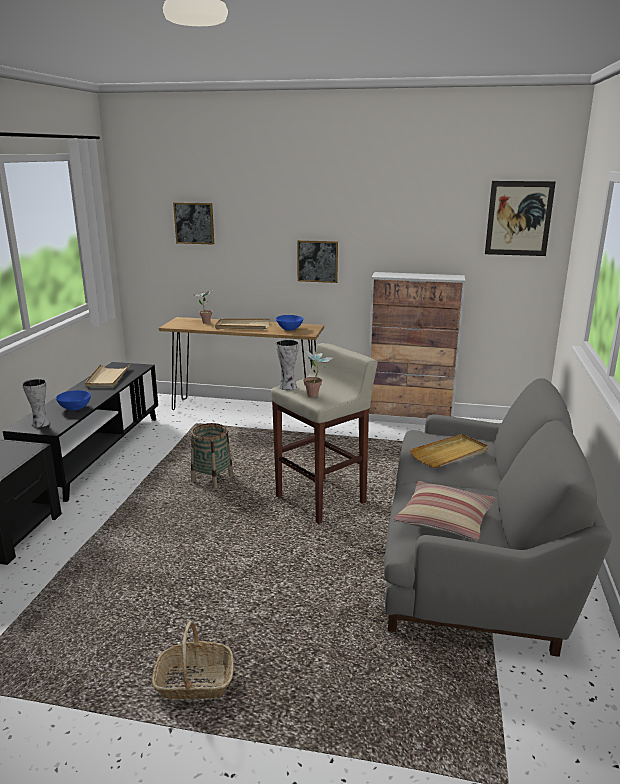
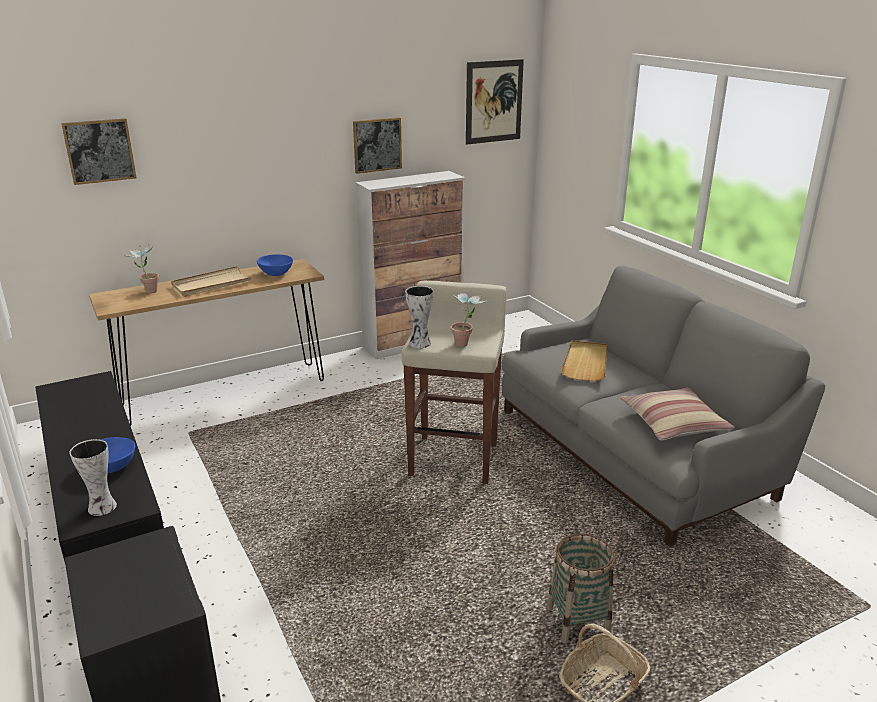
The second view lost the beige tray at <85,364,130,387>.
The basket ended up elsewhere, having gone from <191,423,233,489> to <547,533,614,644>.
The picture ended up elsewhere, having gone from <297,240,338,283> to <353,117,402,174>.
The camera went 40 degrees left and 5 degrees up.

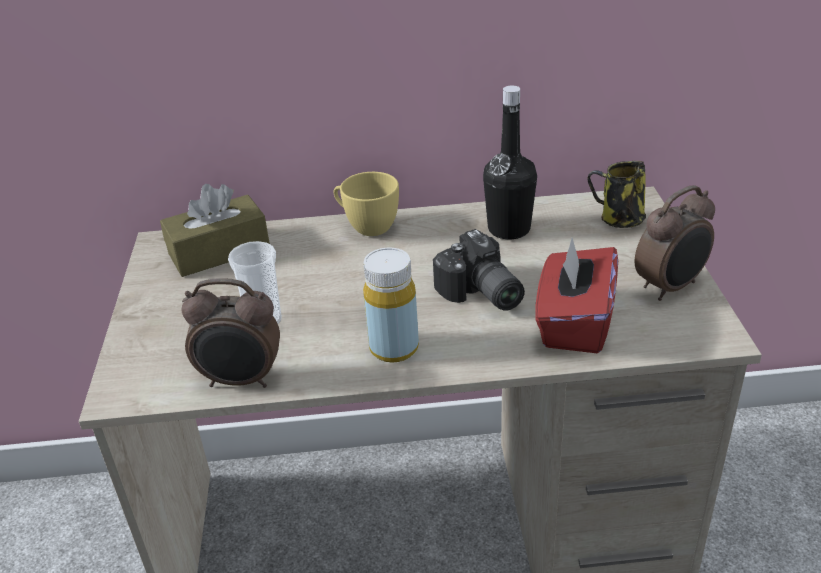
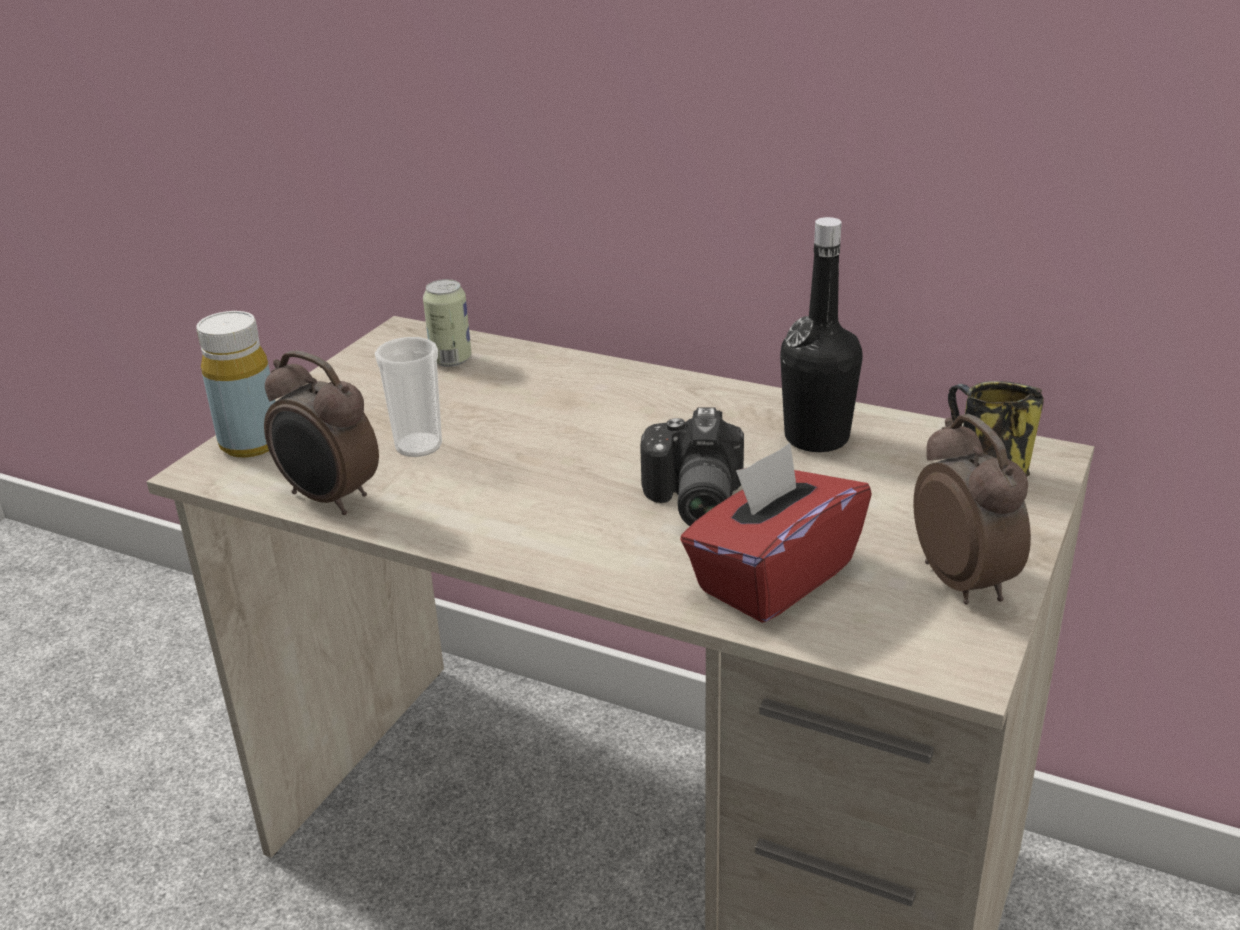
Where the brown tissue box stood at <160,184,270,277>, the can came to stand at <423,279,471,367>.
The second view lost the yellow cup at <333,172,399,236>.
The yellow bottle ended up elsewhere, having gone from <363,248,419,363> to <196,311,276,458>.
The alarm clock at <635,185,715,301> ended up facing another way, 105 degrees counterclockwise from before.
The camera went 30 degrees right and 5 degrees down.

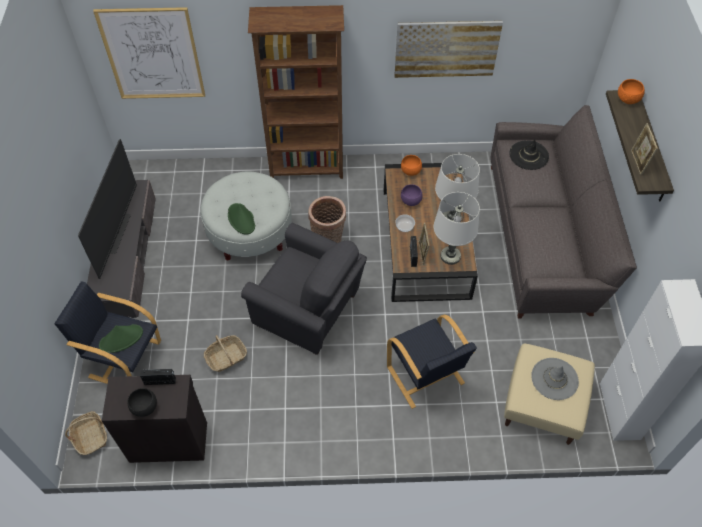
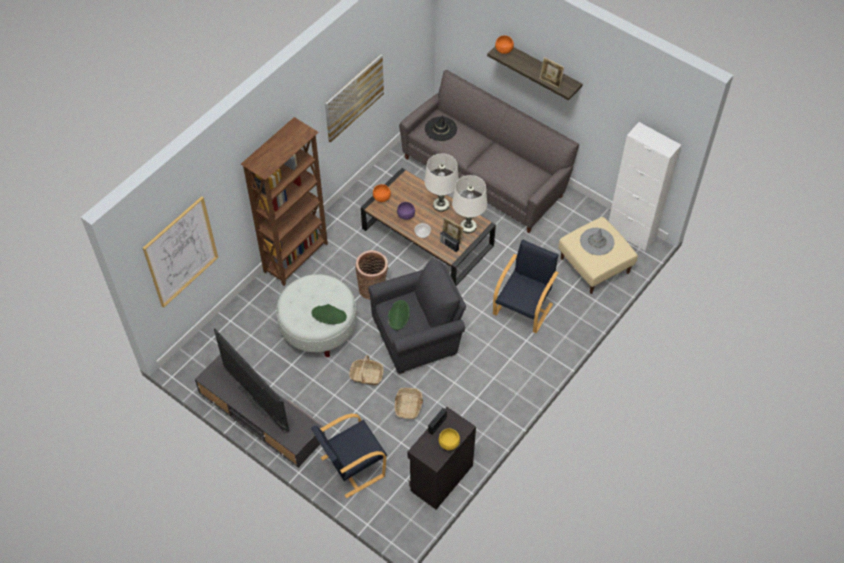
The basket ended up elsewhere, having gone from <65,411,107,455> to <349,355,384,385>.
The green hat ended up elsewhere, having gone from <99,324,143,353> to <388,300,410,330>.
What was the black bowl at <127,388,157,417> turned into the yellow bowl at <439,428,460,450>.
The black armchair at <387,314,477,409> ended up facing another way, 75 degrees counterclockwise from before.
The camera went 50 degrees left and 0 degrees up.

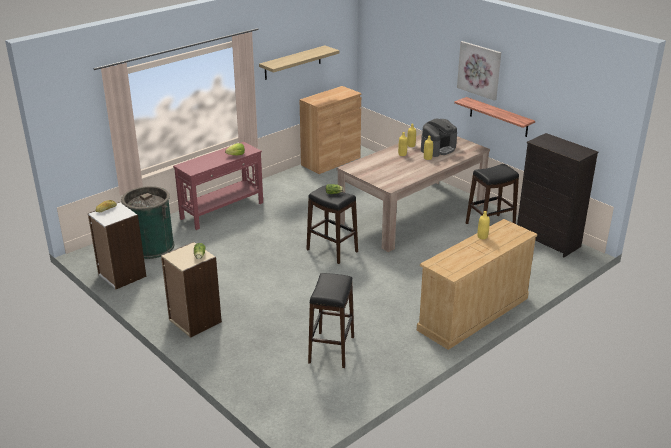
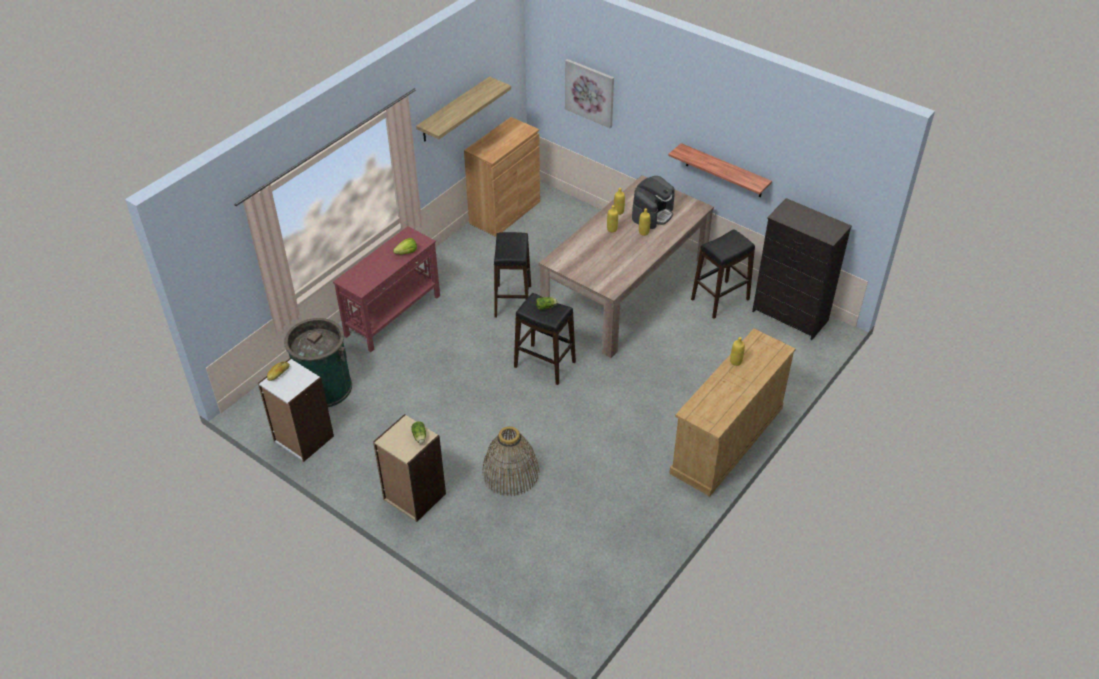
The black stool ended up elsewhere, having gone from <308,273,354,368> to <494,232,531,318>.
The picture ended up elsewhere, having gone from <457,41,501,101> to <565,59,614,128>.
The second view gained the basket at <482,426,539,496>.
The camera went 10 degrees left and 15 degrees up.

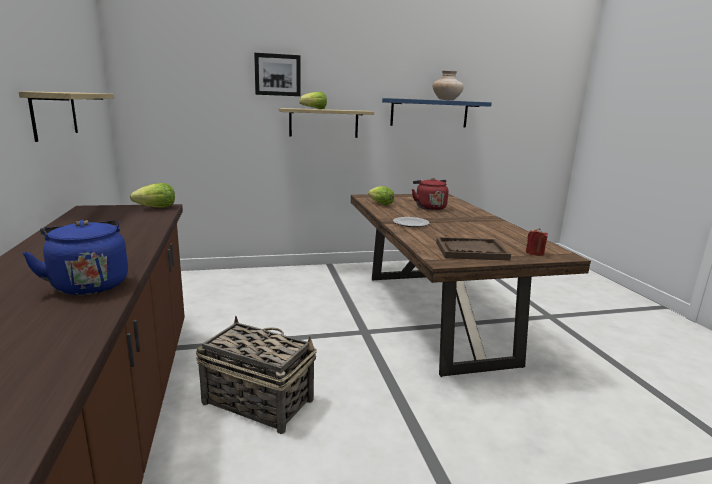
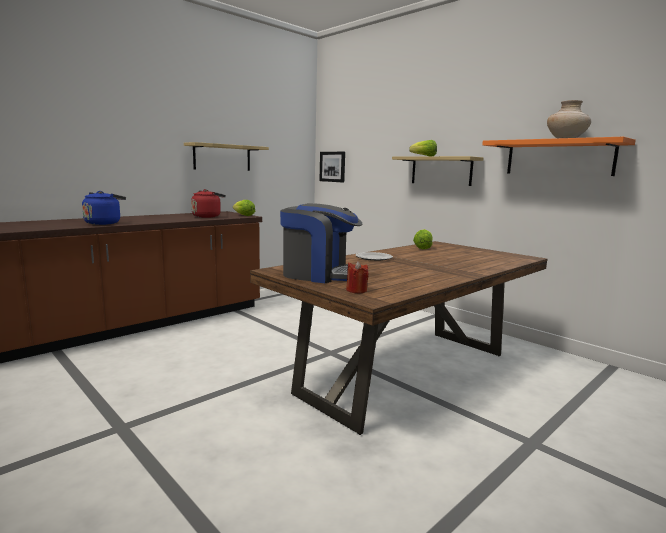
The second view lost the basket at <196,316,317,434>.
The picture ended up elsewhere, having gone from <254,53,301,96> to <320,152,345,182>.
What was the blue shelf at <382,98,492,128> turned into the orange shelf at <482,137,636,176>.
The red kettle ended up elsewhere, having gone from <412,178,448,210> to <191,189,226,218>.
Where the brown tray stood at <436,237,511,261>, the coffee machine came to stand at <280,203,362,283>.
The camera went 60 degrees right and 5 degrees down.

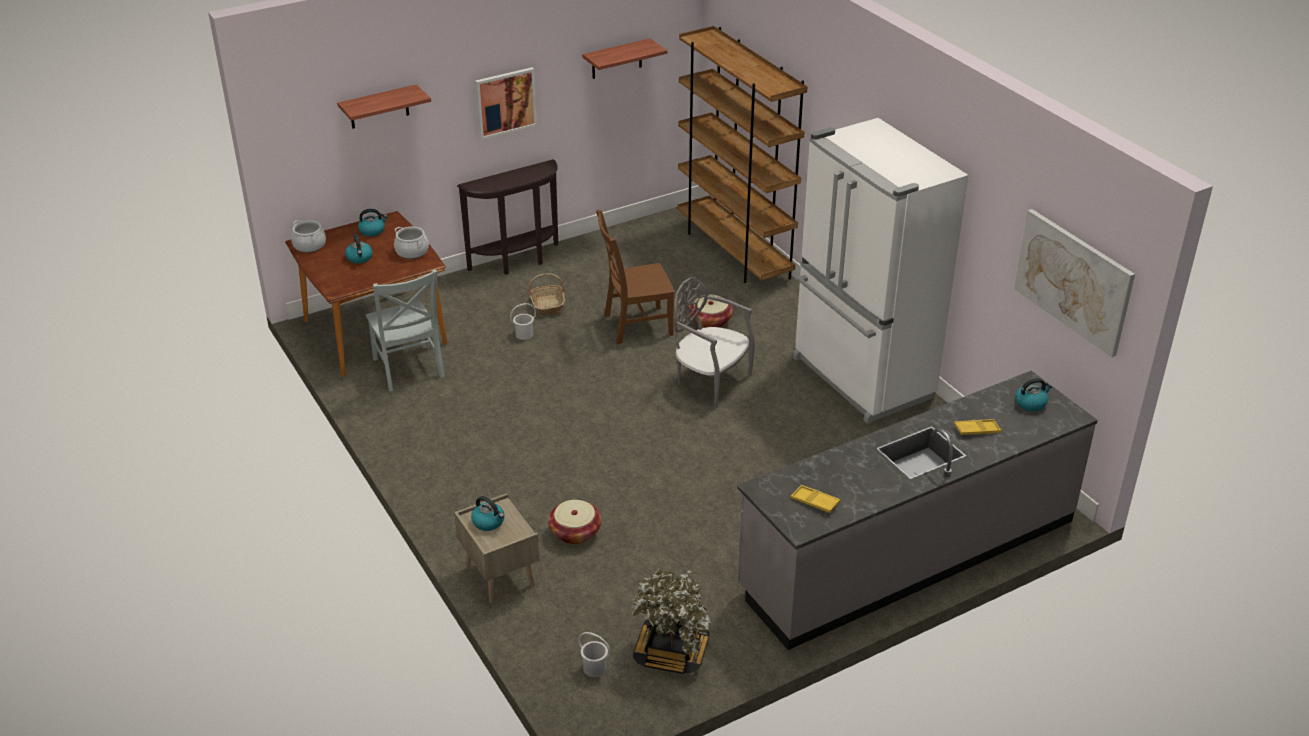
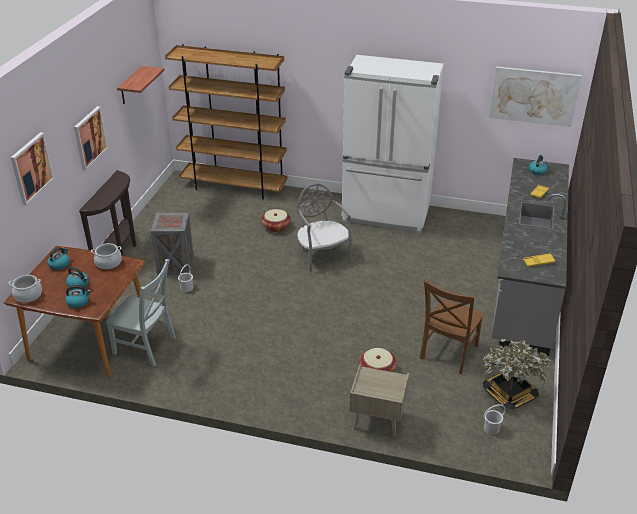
Where the shelf hung at <337,84,431,129>, the picture came to hang at <11,132,54,205>.
The kettle ended up elsewhere, having gone from <471,496,504,531> to <65,285,91,308>.
Where the basket stood at <528,273,565,315>, the crate came to stand at <151,213,194,275>.
The brown chair ended up elsewhere, having gone from <596,210,675,344> to <420,279,484,374>.
The grey chair at <675,278,755,408> ended up facing another way, 75 degrees clockwise from before.
The camera went 45 degrees left and 0 degrees up.

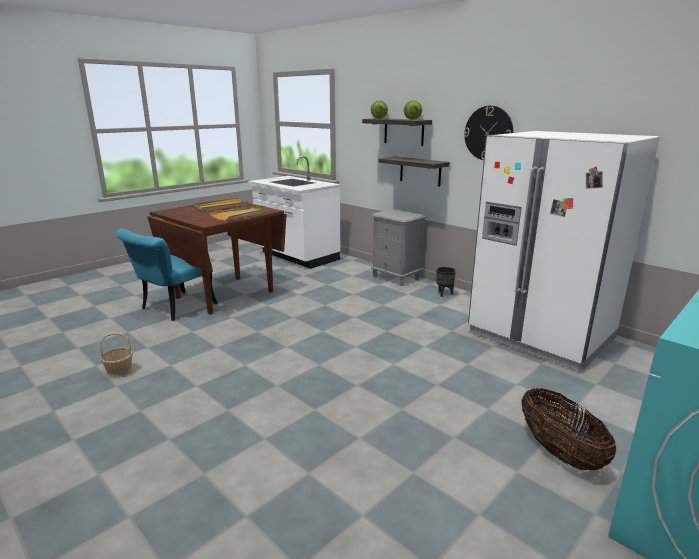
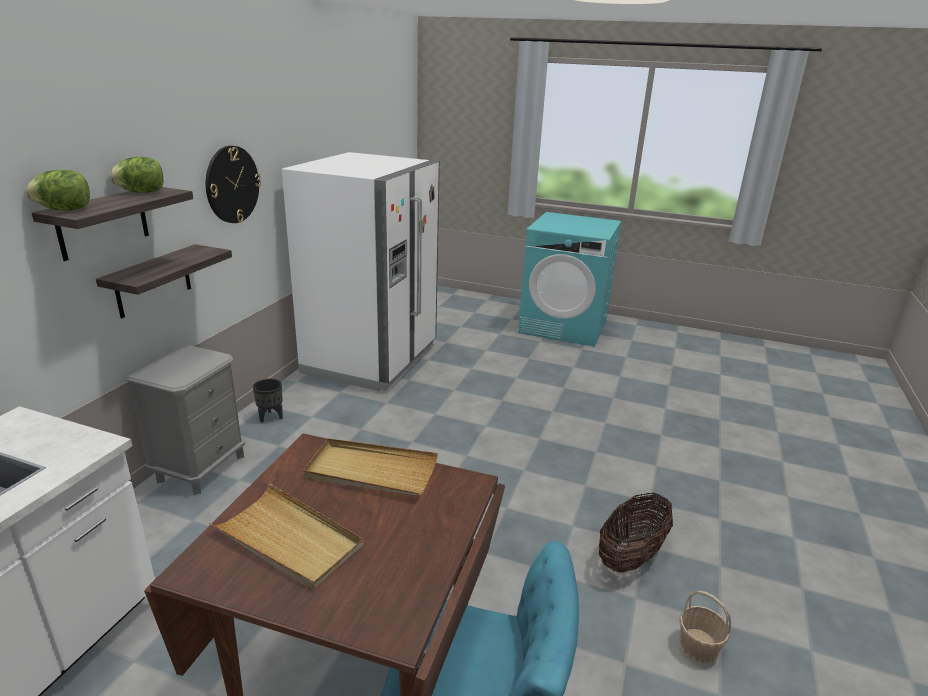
The basket ended up elsewhere, having gone from <521,388,616,470> to <599,493,673,573>.
The camera went 115 degrees left and 5 degrees up.

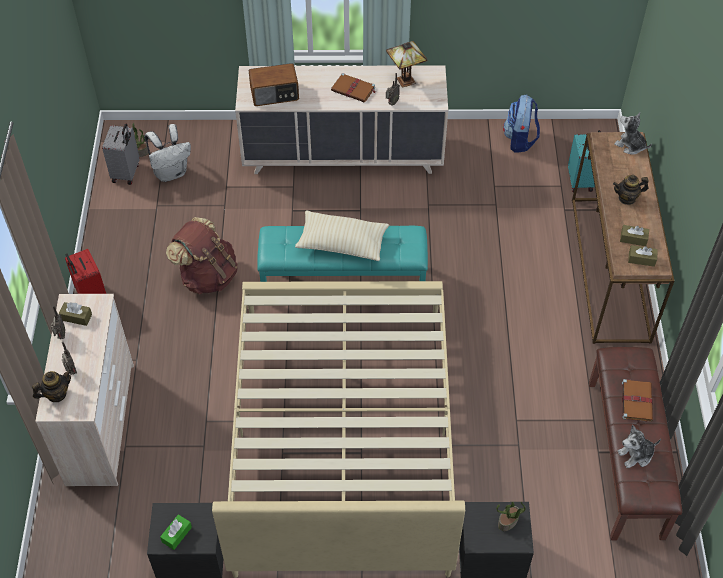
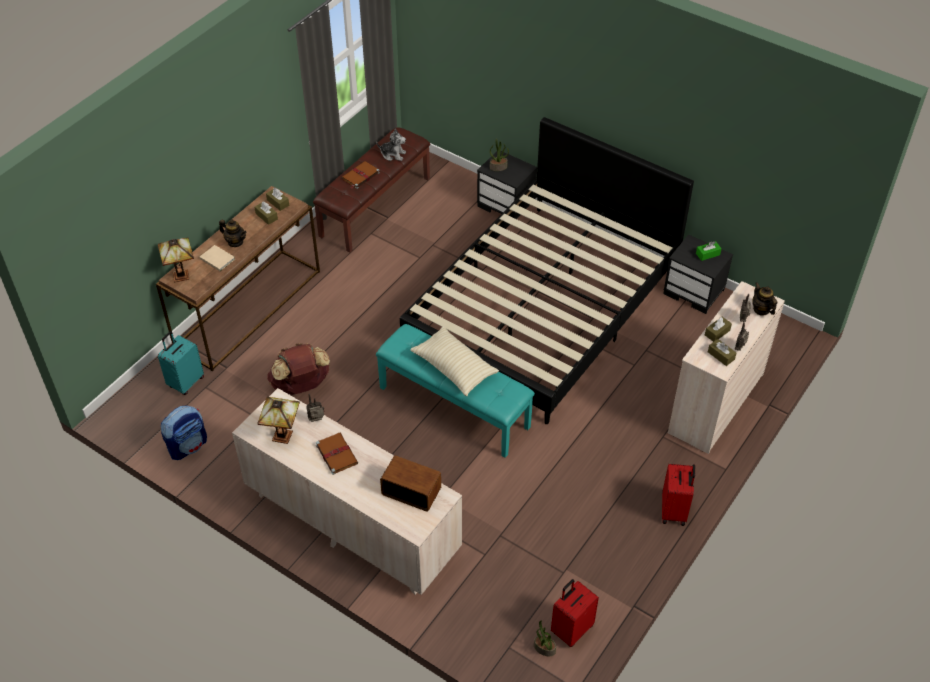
The teapot at <32,370,72,402> ended up facing another way, 60 degrees clockwise from before.
What was the grey suitcase at <102,123,140,185> turned into the red suitcase at <551,579,599,647>.
The second view lost the white backpack at <144,124,191,182>.
The brown backpack ended up elsewhere, having gone from <166,217,238,294> to <268,343,330,395>.
What was the beige bed at <212,281,465,578> turned into the black bed at <400,117,694,424>.
Where the plush toy stood at <614,113,652,155>, the table lamp came to stand at <158,237,194,282>.
The second view gained the beige book at <200,245,235,271>.
The second view gained the brown tissue box at <705,317,732,342>.
The camera went 145 degrees left and 5 degrees down.

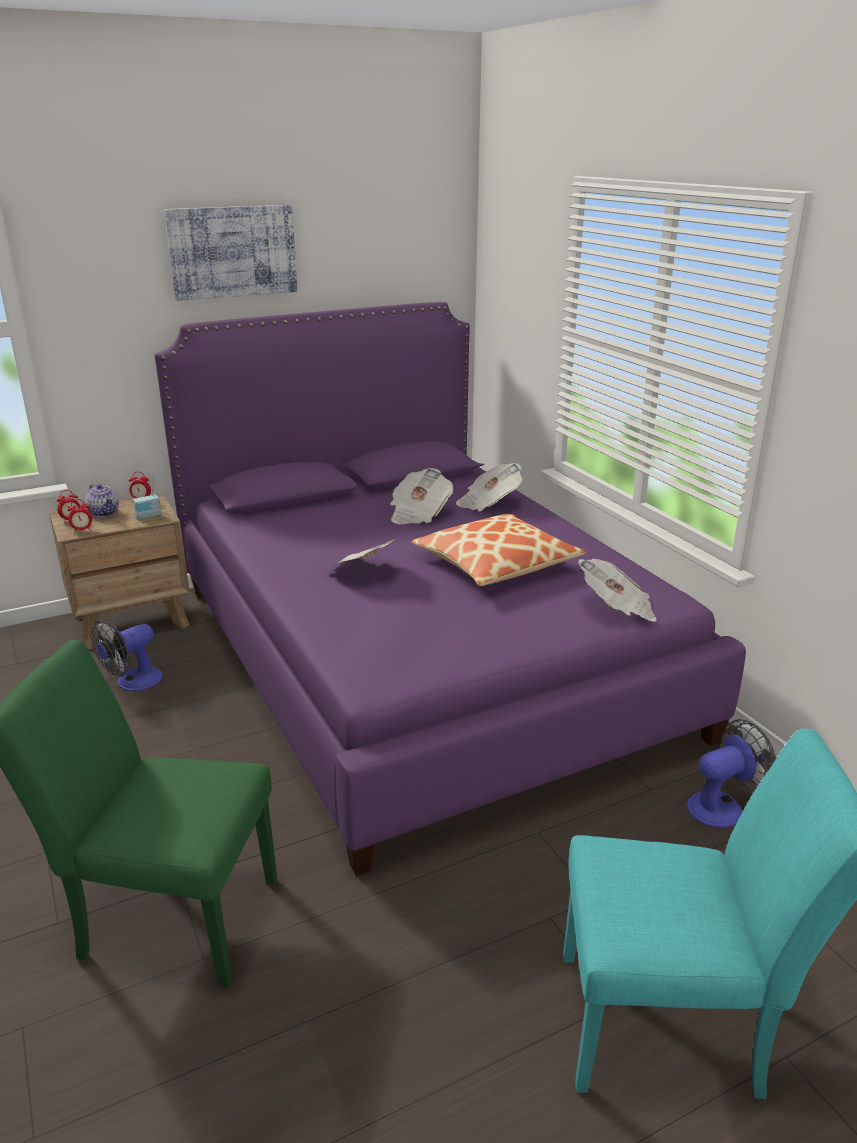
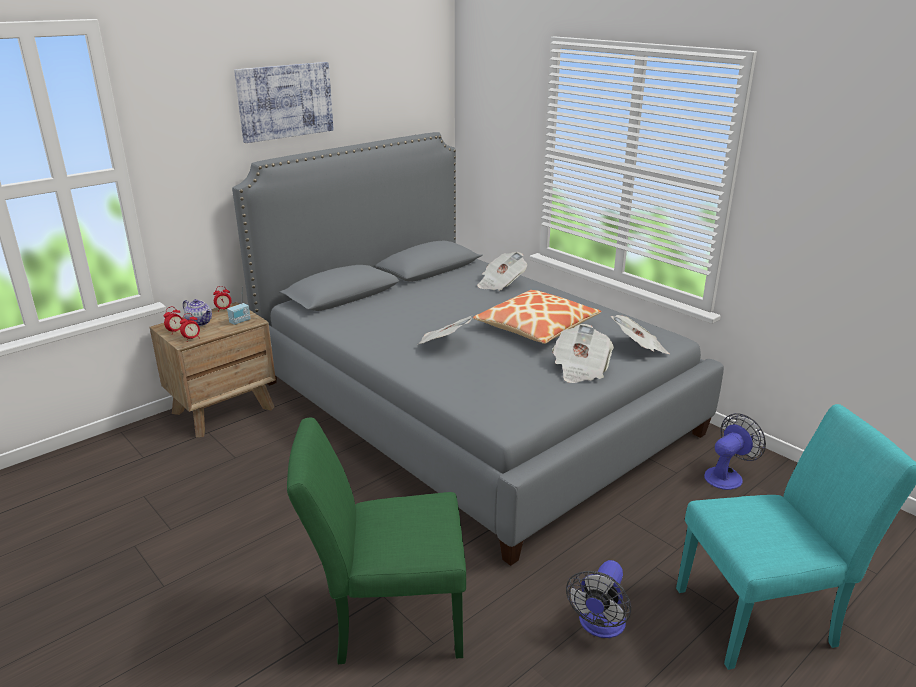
The fan ended up elsewhere, having gone from <91,620,163,691> to <566,560,631,638>.
What was the purple bed at <155,302,746,876> turned into the grey bed at <232,132,724,566>.
The newspaper ended up elsewhere, having gone from <390,468,453,524> to <552,324,614,383>.
The camera went 15 degrees left and 0 degrees up.

